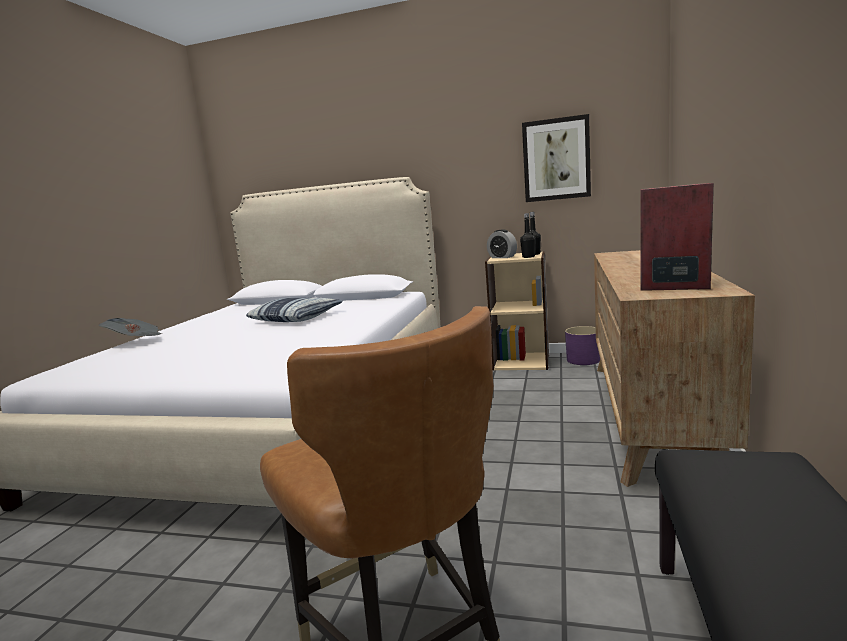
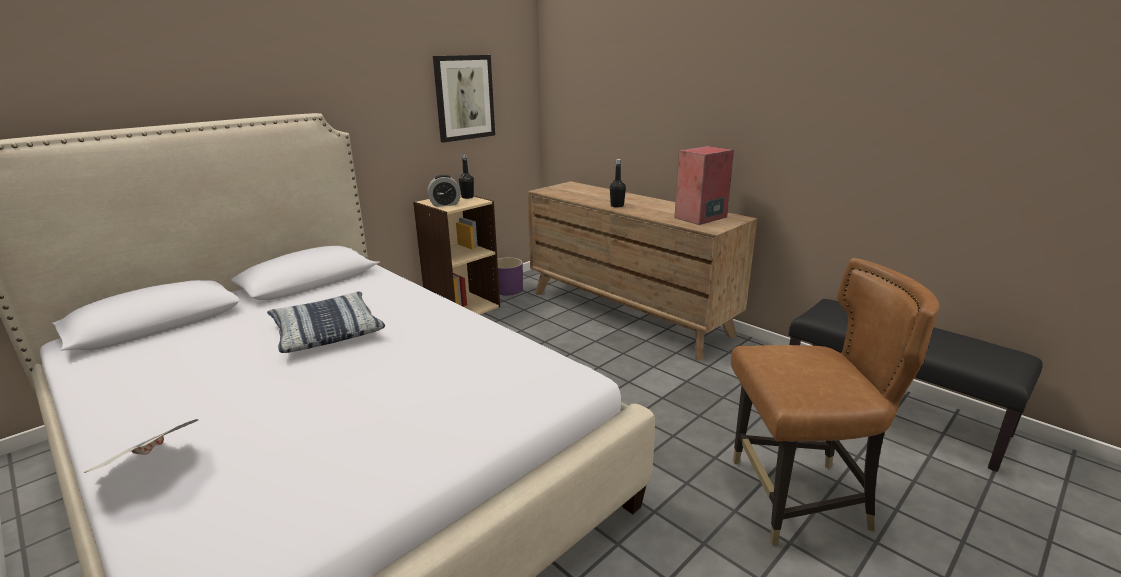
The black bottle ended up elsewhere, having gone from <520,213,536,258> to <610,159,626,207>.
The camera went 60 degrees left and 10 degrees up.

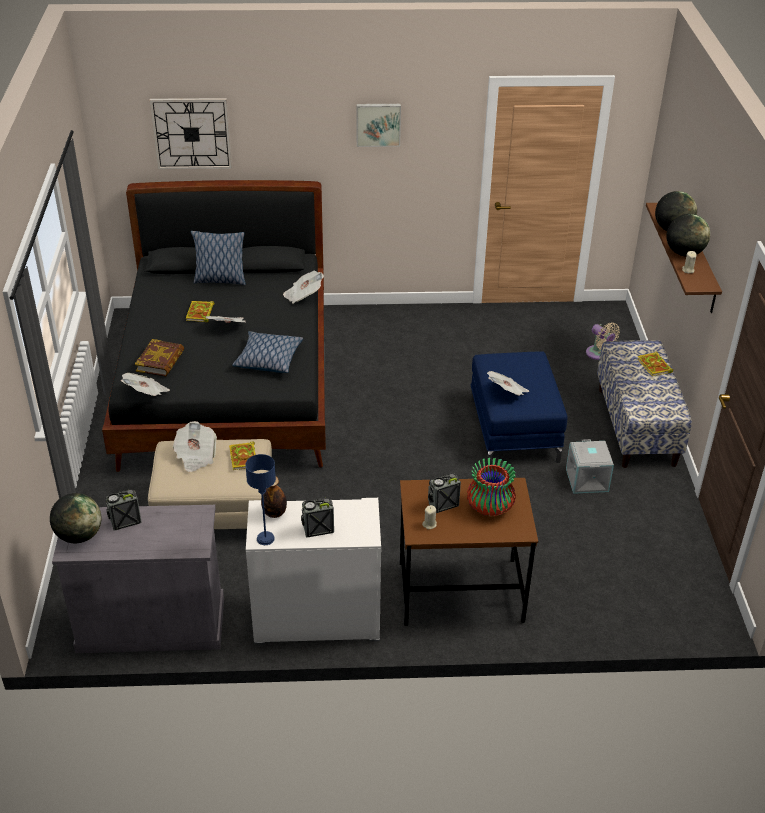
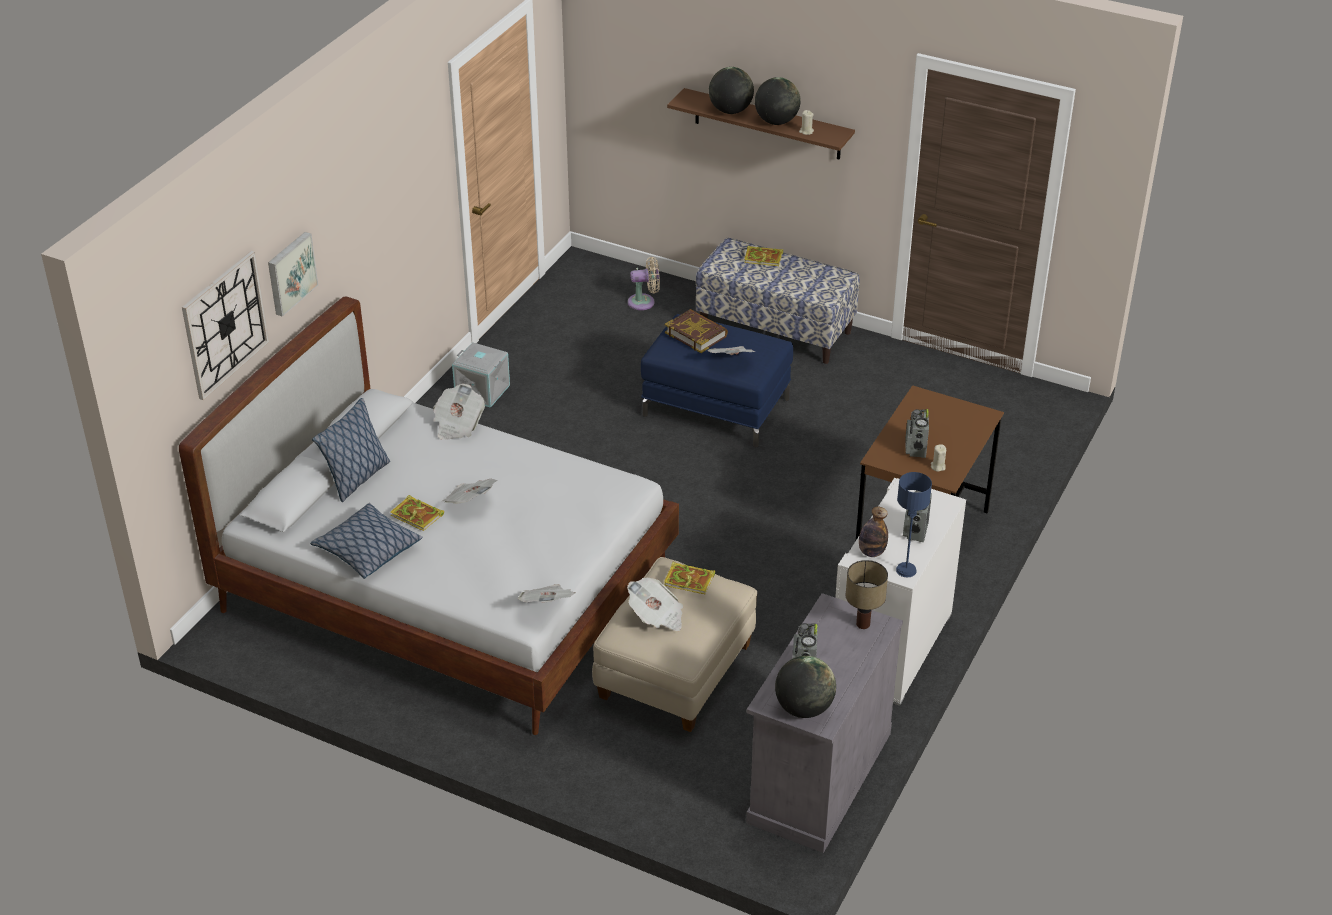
What was the black bed at <102,180,326,472> turned into the white bed at <179,296,679,735>.
The book ended up elsewhere, having gone from <135,339,184,376> to <665,309,728,353>.
The pillow ended up elsewhere, having gone from <232,331,303,373> to <310,503,422,579>.
The picture ended up elsewhere, having gone from <357,104,401,147> to <268,232,318,317>.
The second view lost the vase at <467,458,516,516>.
The grey storage box ended up elsewhere, having gone from <566,439,614,494> to <452,342,510,408>.
The second view gained the table lamp at <846,560,888,629>.
The camera went 60 degrees left and 0 degrees up.

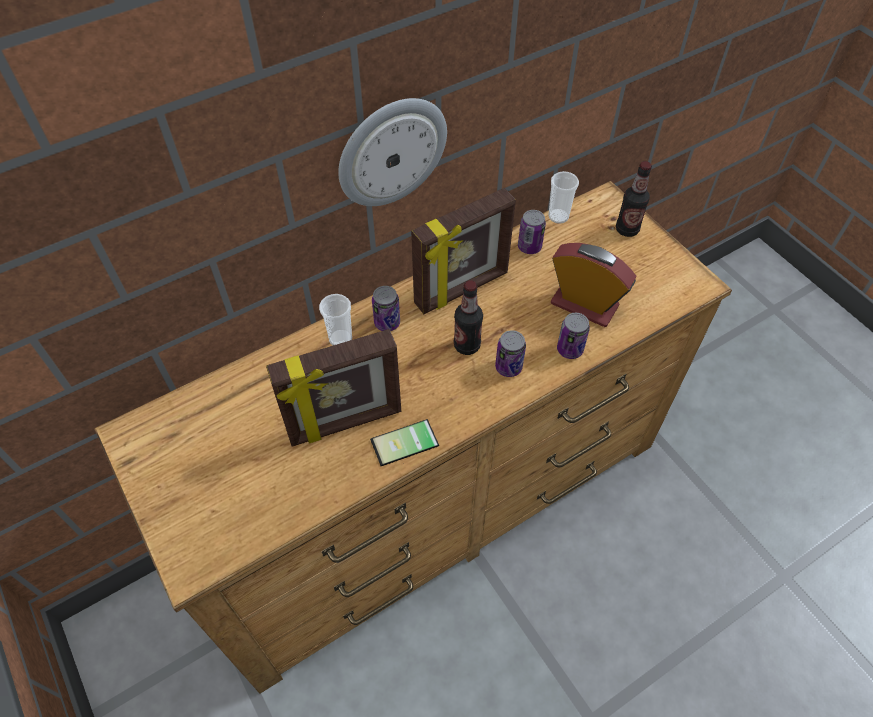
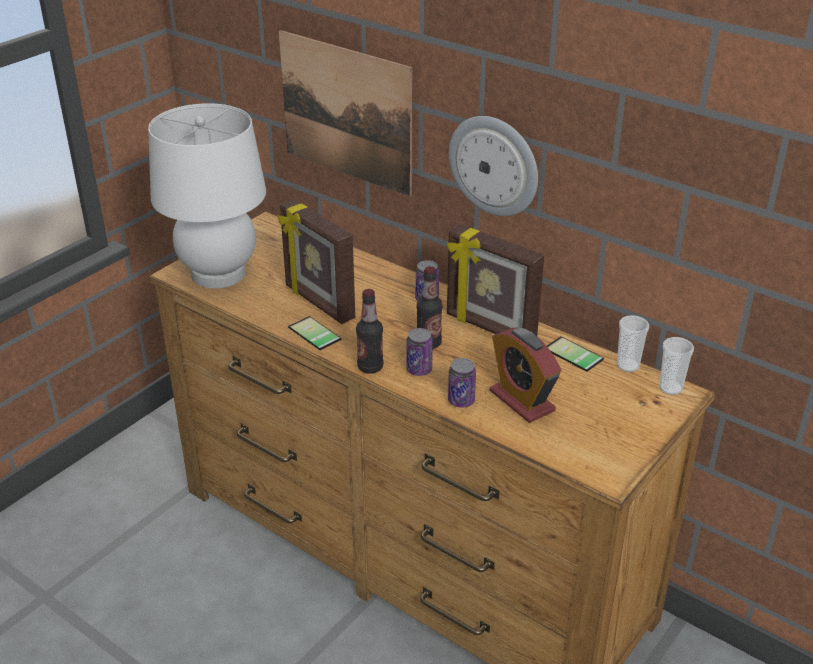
The cup ended up elsewhere, having gone from <319,294,352,345> to <659,337,694,395>.
Where the can stood at <518,210,546,254>, the phone came to stand at <547,336,604,372>.
The alarm clock at <551,243,636,327> ended up facing another way, 135 degrees clockwise from before.
The bottle ended up elsewhere, having gone from <616,161,652,237> to <356,289,384,374>.
The second view gained the white table lamp at <148,103,266,288>.
The second view gained the picture at <279,30,412,196>.
The camera went 70 degrees right and 20 degrees down.

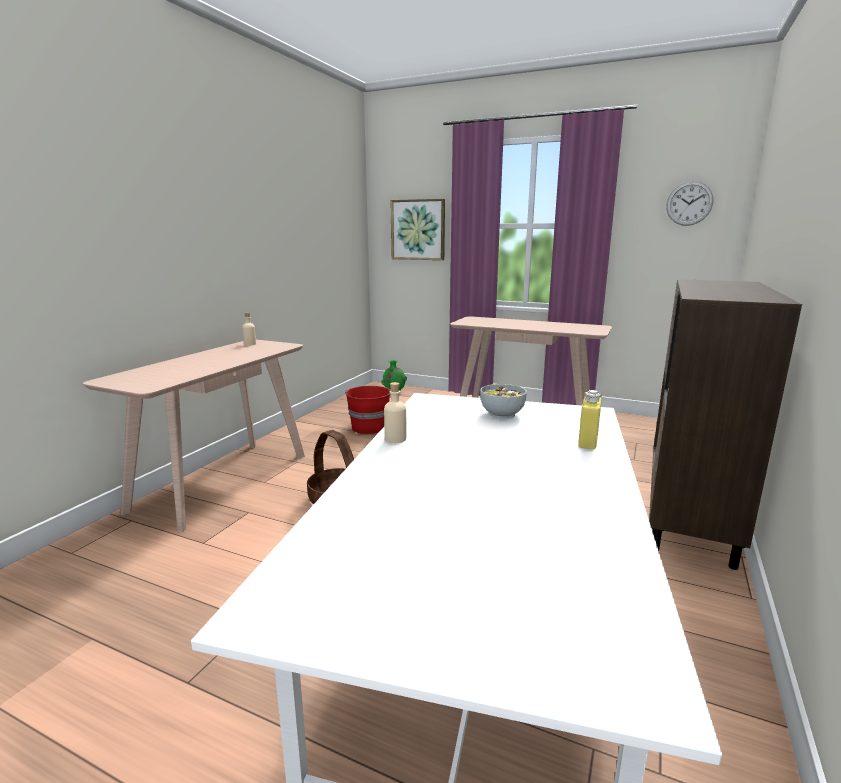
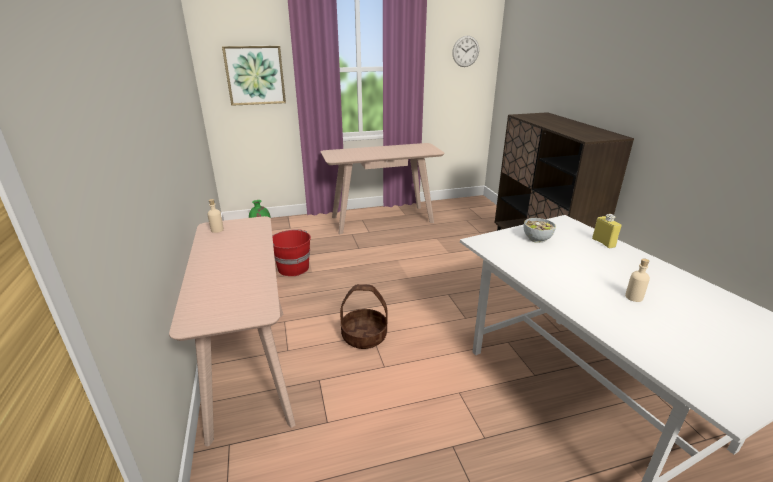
The beige bottle ended up elsewhere, having gone from <384,382,406,443> to <625,258,650,302>.
The camera went 40 degrees left and 10 degrees up.

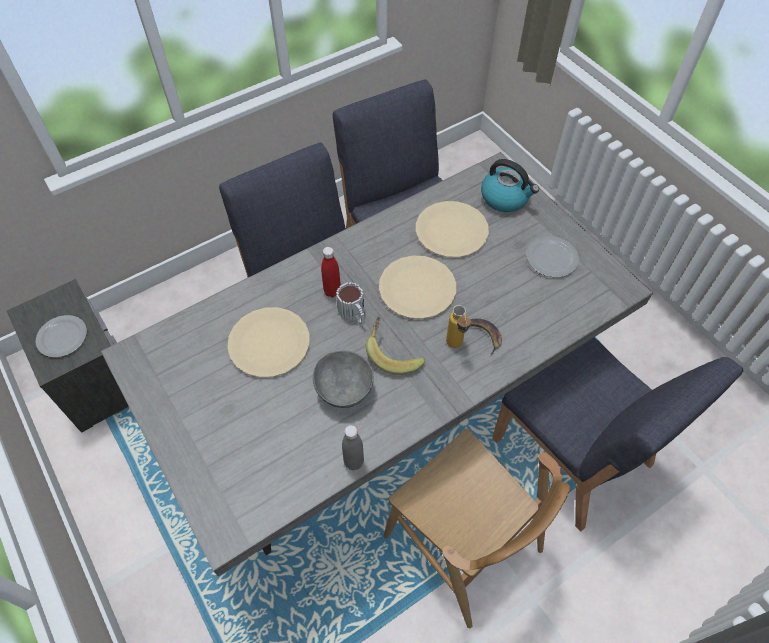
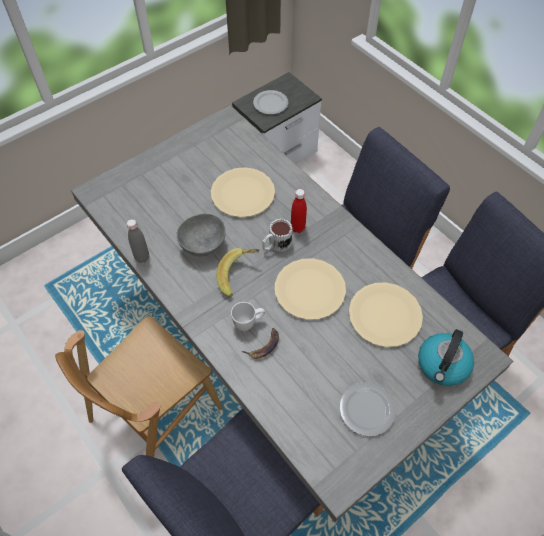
Where the bottle stood at <446,305,471,348>, the white mug came to stand at <231,302,265,331>.
The camera went 85 degrees right and 0 degrees up.

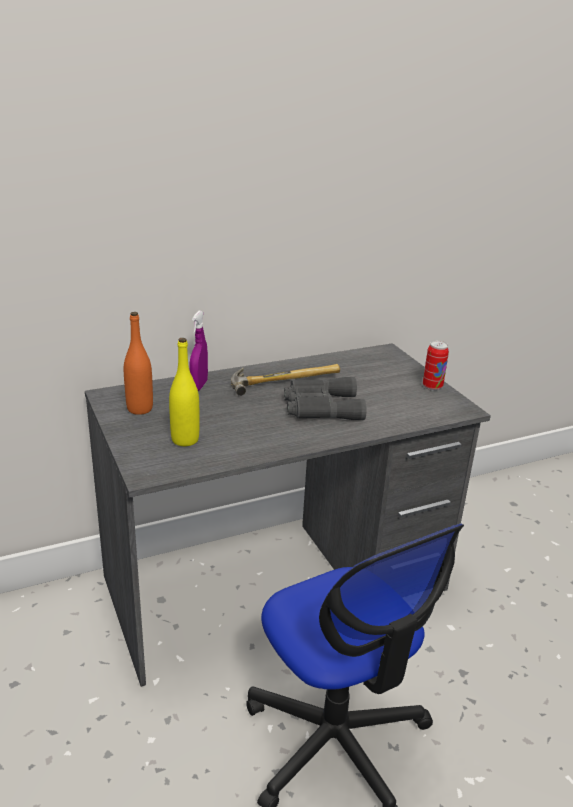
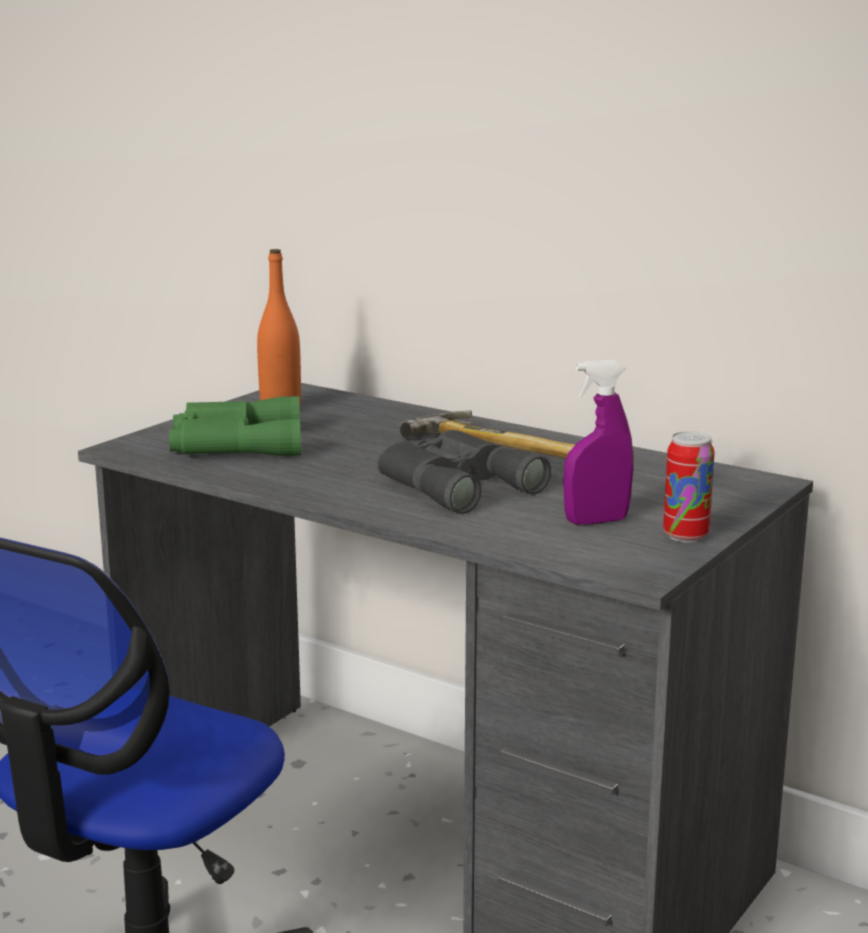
Where the yellow bottle stood at <169,338,199,446>, the green binoculars came to stand at <169,396,301,456>.
The purple spray bottle ended up elsewhere, having gone from <189,311,208,391> to <563,360,633,525>.
The camera went 60 degrees right and 10 degrees down.

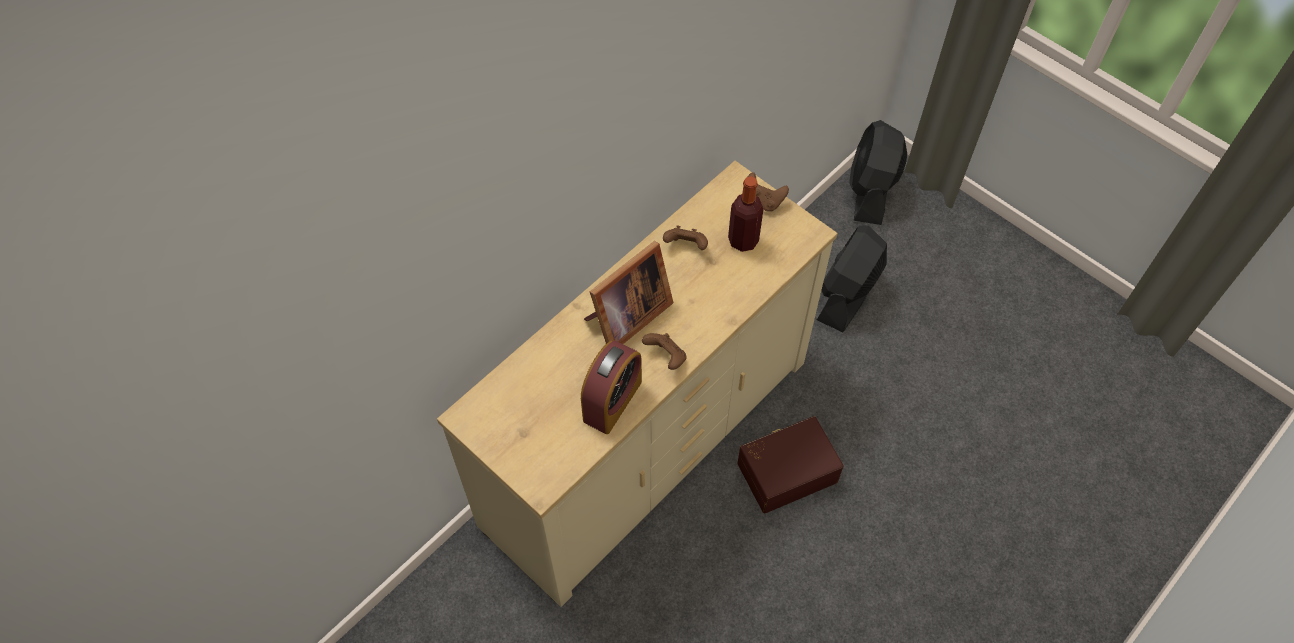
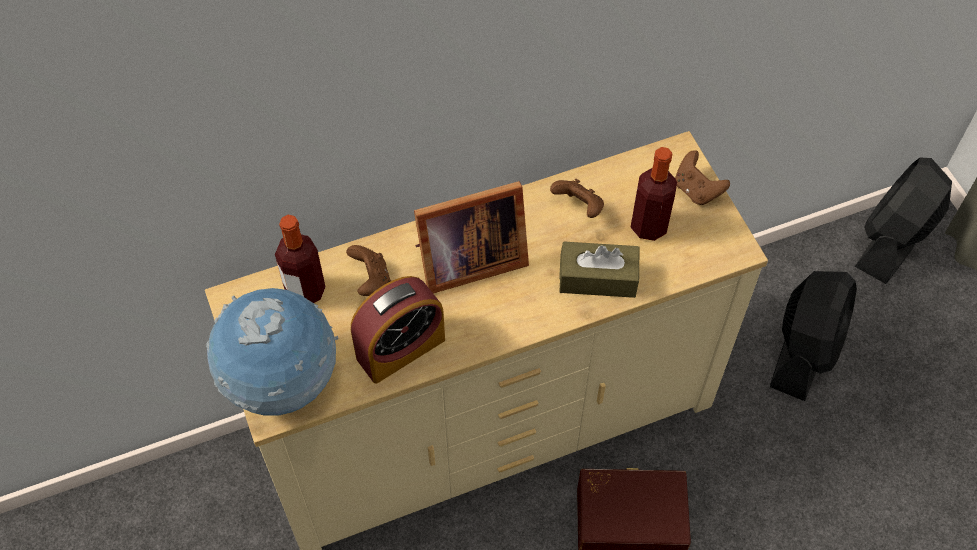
The brown game controller ended up elsewhere, having gone from <642,333,687,370> to <346,245,391,296>.
The black fan at <817,225,887,332> ended up facing another way, 150 degrees clockwise from before.
The second view gained the globe at <206,288,339,415>.
The second view gained the bottle at <275,215,326,303>.
The second view gained the brown tissue box at <559,242,640,298>.
The camera went 25 degrees right and 0 degrees up.

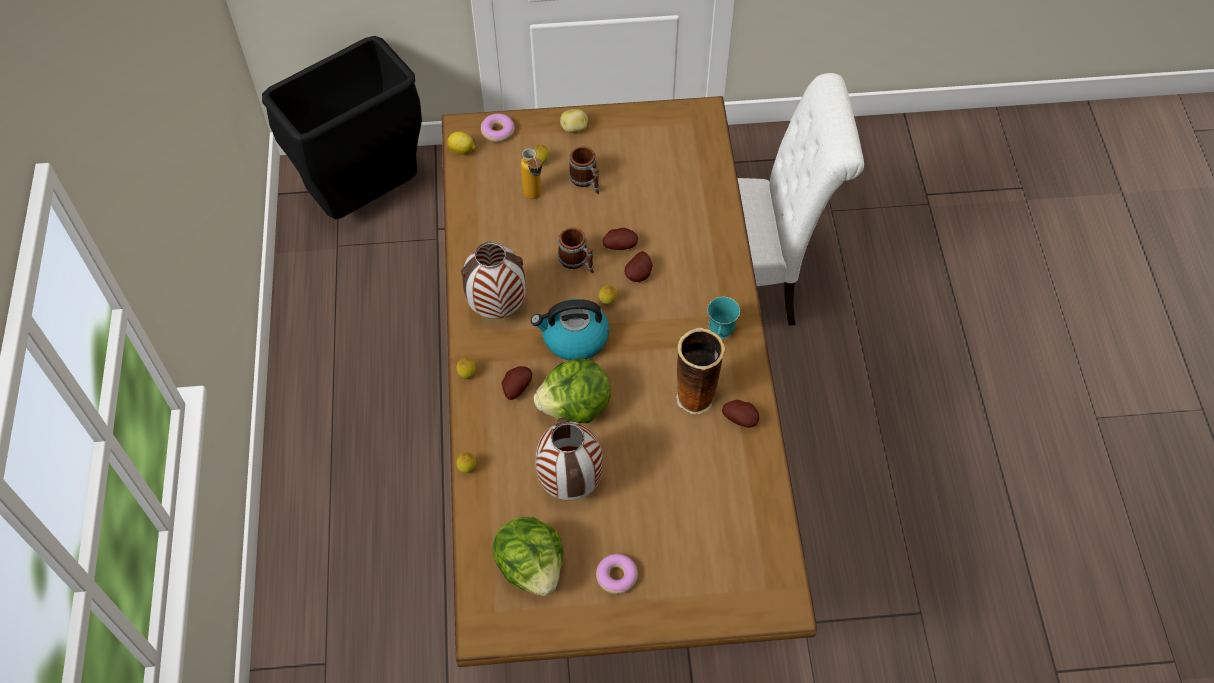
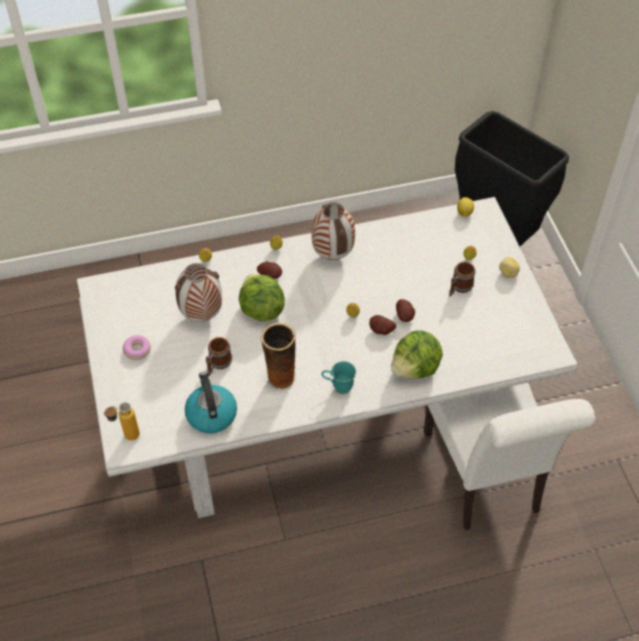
What was the brown dining table at <442,96,817,667> turned into the white dining table at <76,197,578,518>.
The second view lost the donut at <481,113,515,142>.
The lettuce ended up elsewhere, having gone from <493,517,564,596> to <391,331,443,379>.
The bottle ended up elsewhere, having gone from <521,148,542,199> to <104,402,140,441>.
The kettle ended up elsewhere, having gone from <531,299,609,361> to <185,372,237,433>.
The mug ended up elsewhere, having gone from <558,227,594,273> to <206,337,232,376>.
The second view lost the potato at <722,400,759,428>.
The camera went 80 degrees right and 5 degrees down.

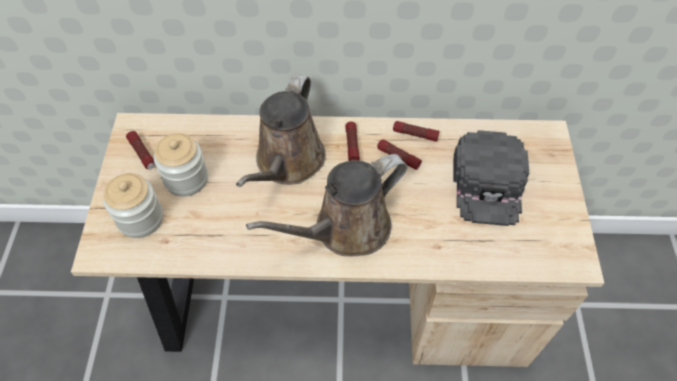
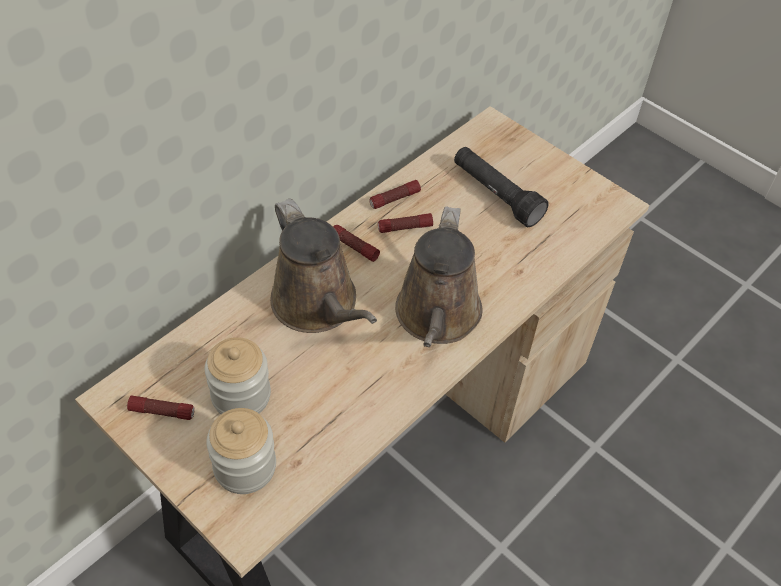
Where the black cap stood at <453,130,529,226>, the black flashlight came to stand at <454,147,548,227>.
The camera went 50 degrees left and 5 degrees down.

